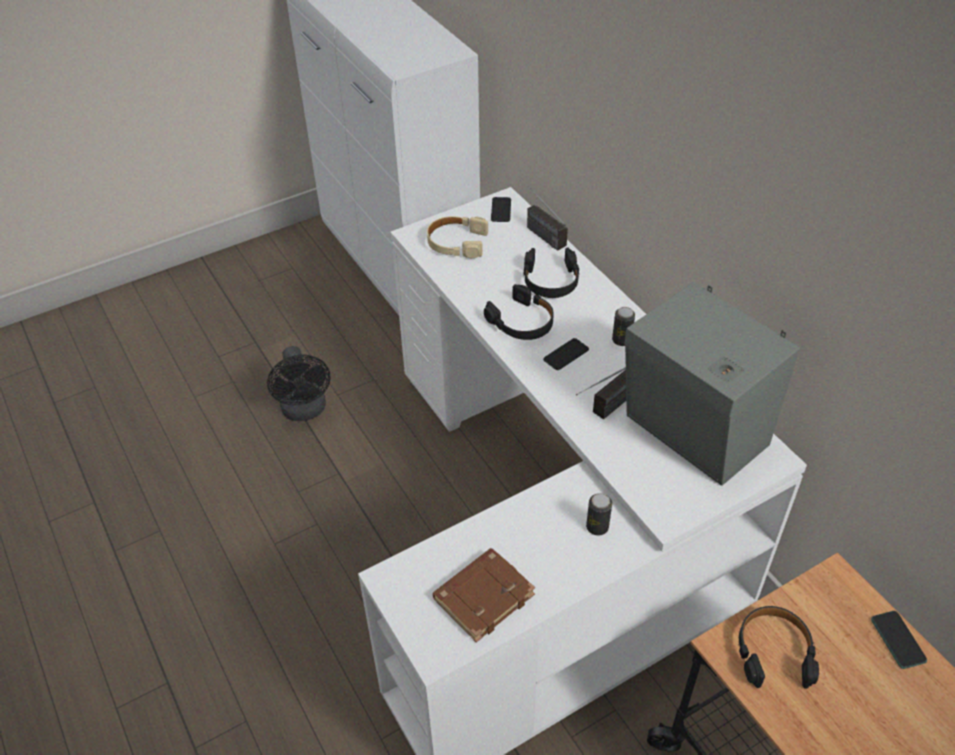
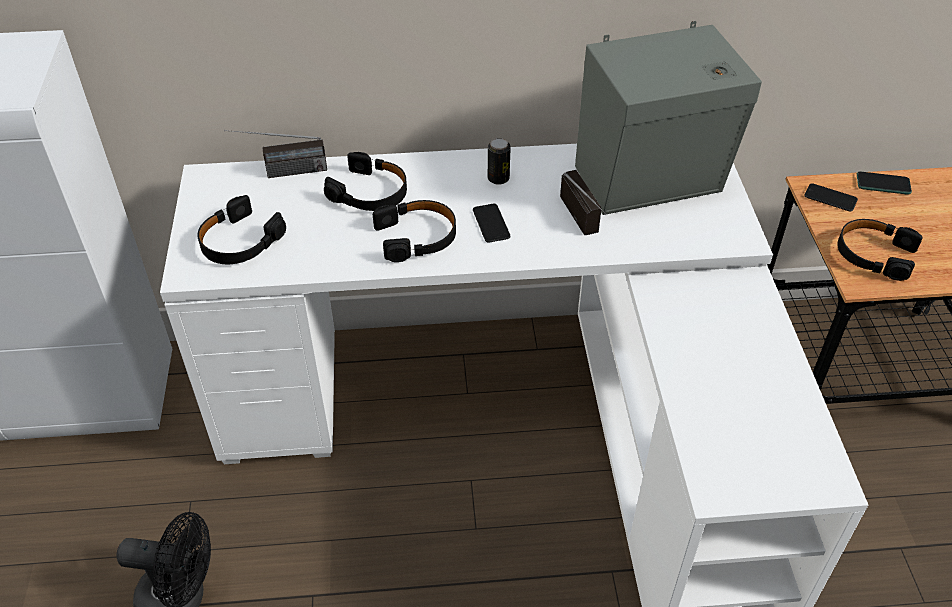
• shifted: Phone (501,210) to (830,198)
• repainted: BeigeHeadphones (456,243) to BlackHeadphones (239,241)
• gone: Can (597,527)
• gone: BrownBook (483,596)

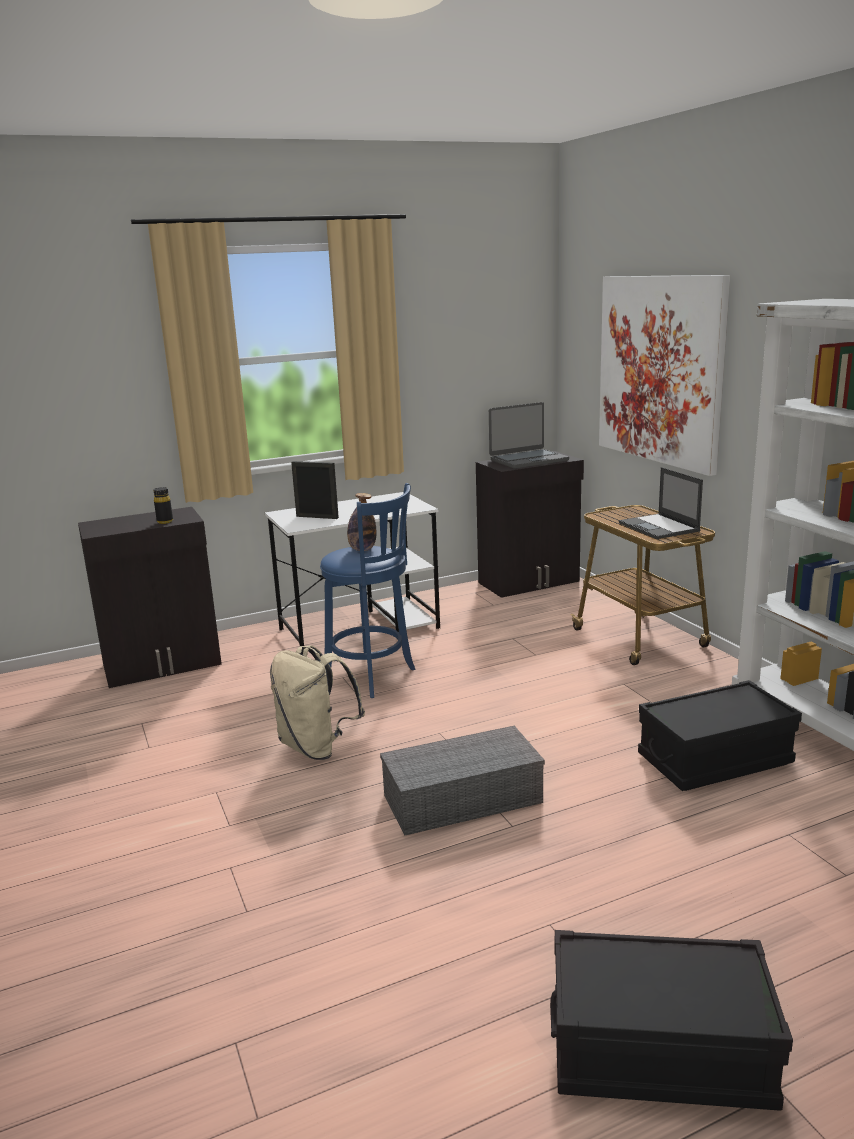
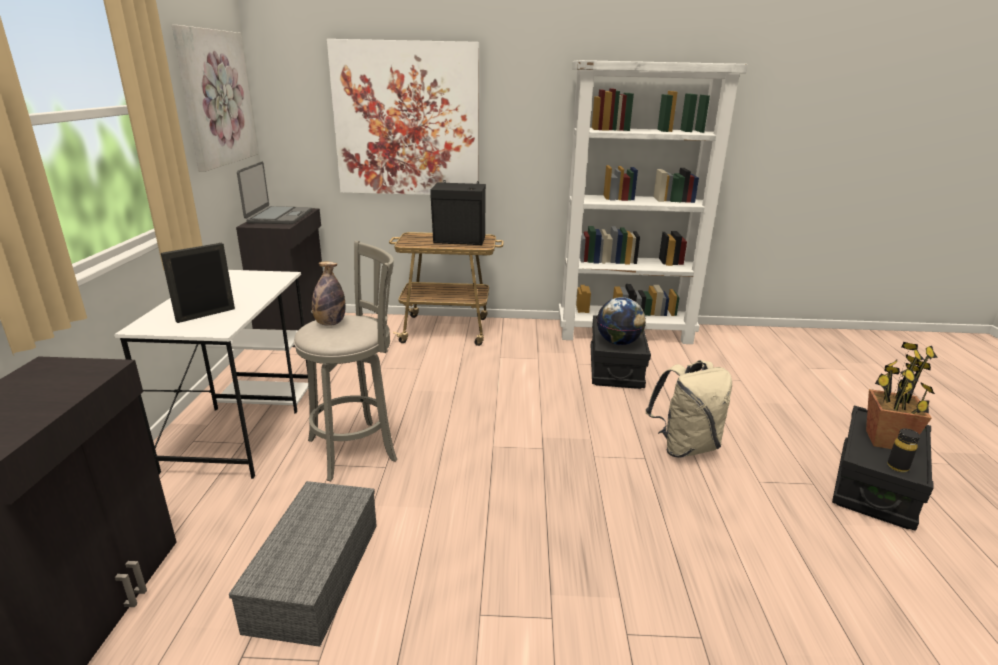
• swapped: Laptop (659,527) to BlackSpeaker (460,241)
• repainted: BlueStool (373,677) to GreyStool (357,448)
• shifted: BlackBottle (165,521) to (897,467)
• shifted: BeigeBackpack (317,747) to (685,446)
• shifted: GreyStorageBox (461,800) to (316,576)
• new: Picture (217,98)
• new: Globe (618,343)
• new: PottedPlant (886,441)

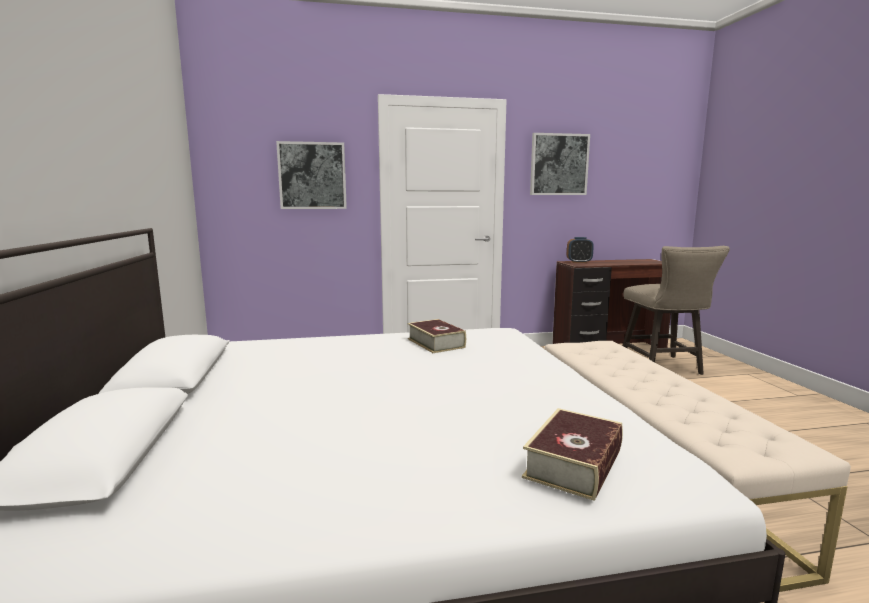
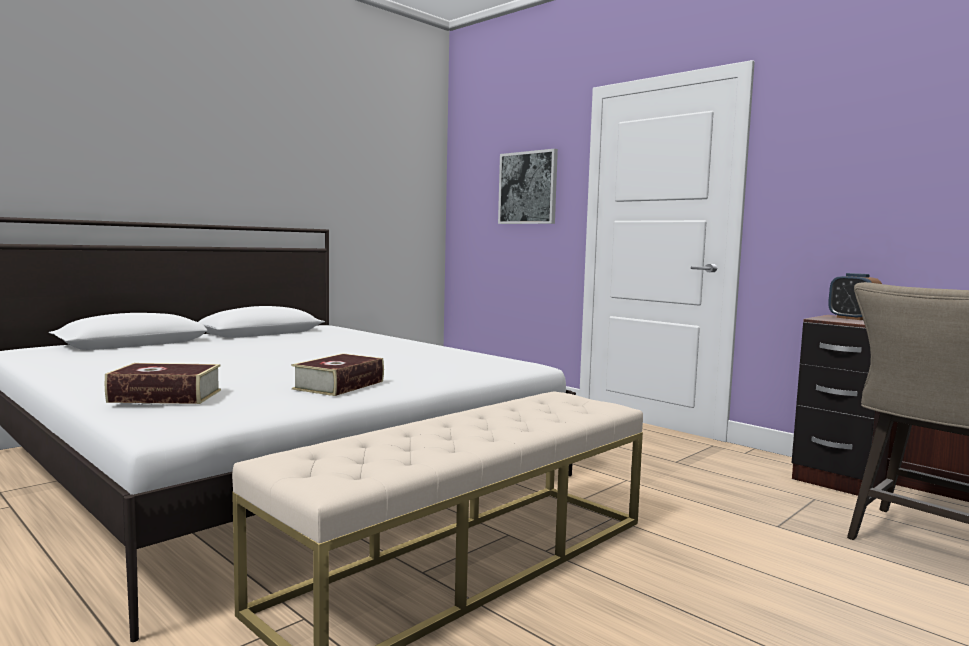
• gone: Picture (559,164)
• shifted: Book (436,343) to (339,385)

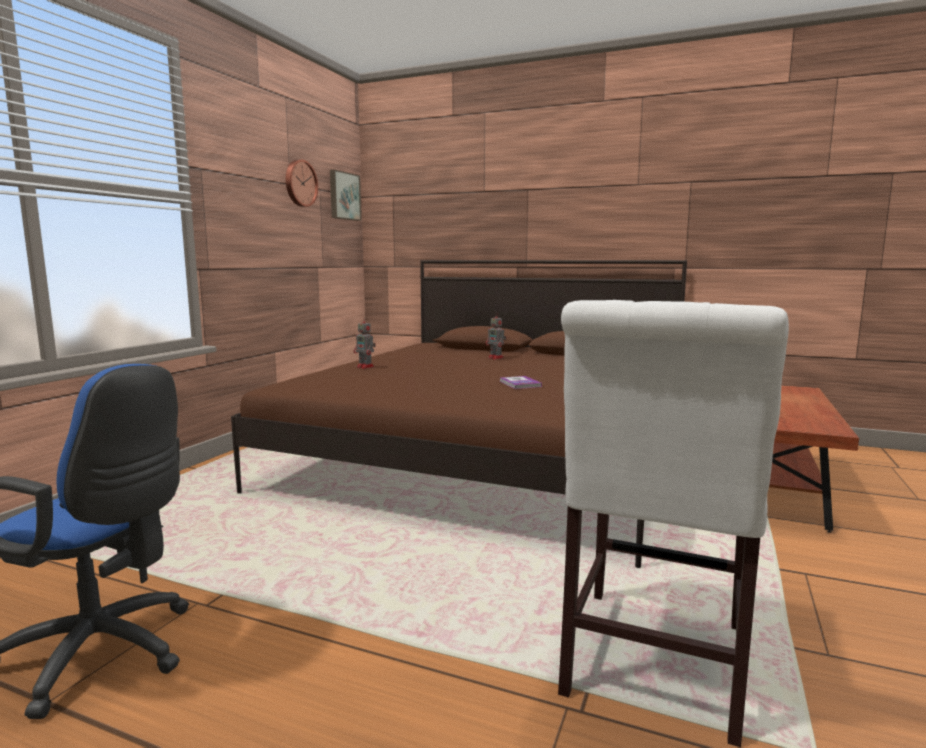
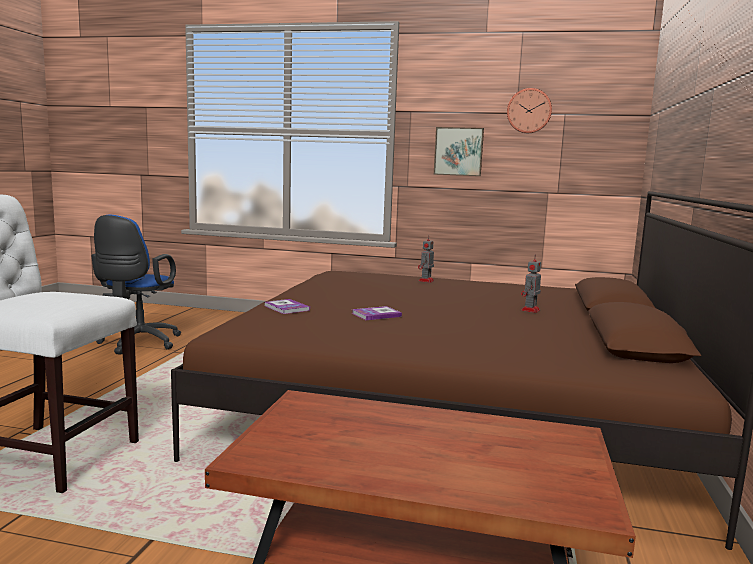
• shifted: Picture (343,196) to (458,151)
• new: Book (286,308)

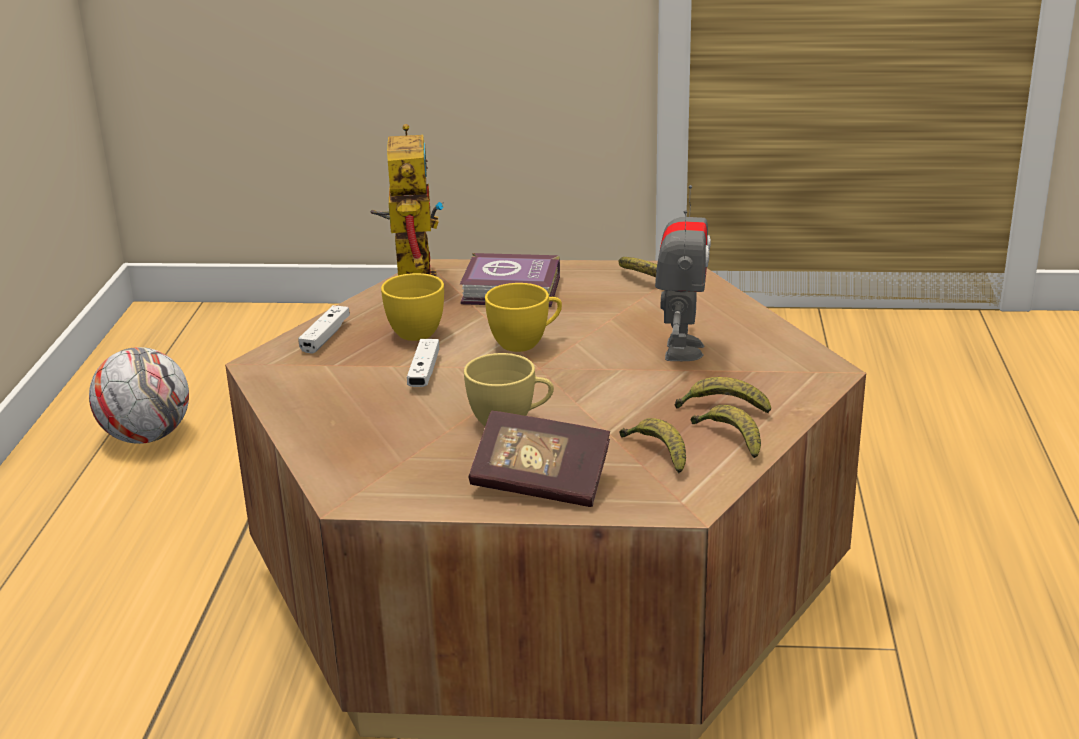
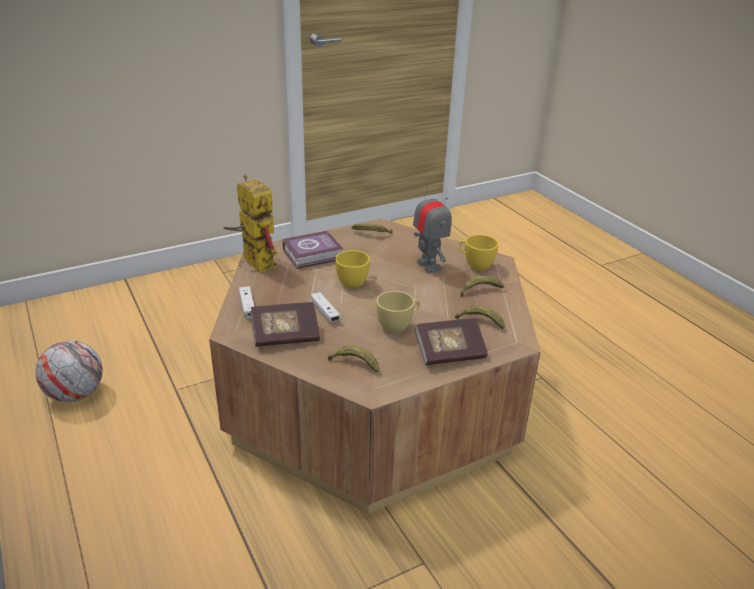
• shifted: YellowCup (413,330) to (475,265)
• shifted: Banana (730,439) to (355,364)
• new: Book (285,336)

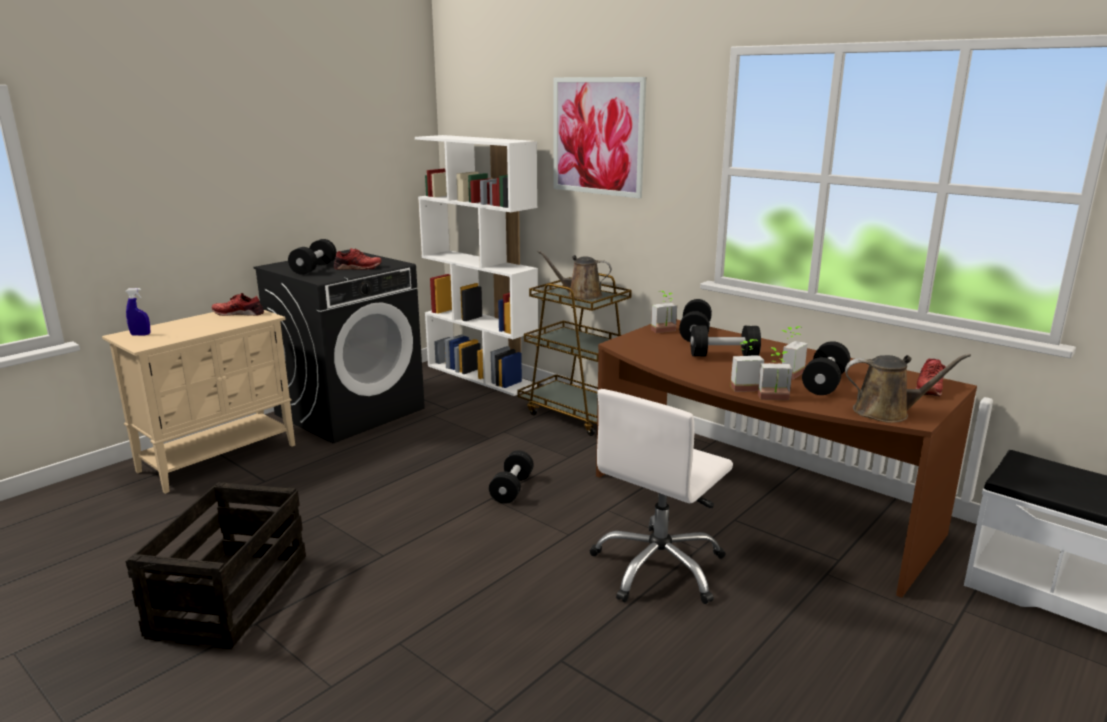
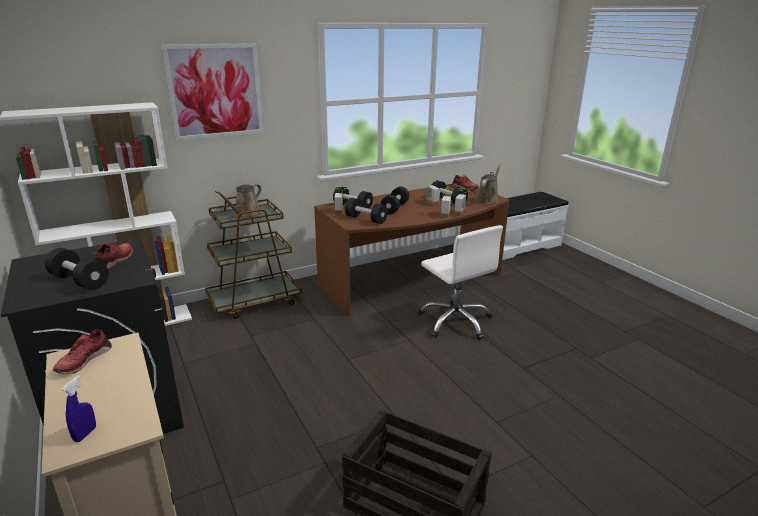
• shifted: BlackDumbbell (512,489) to (366,219)

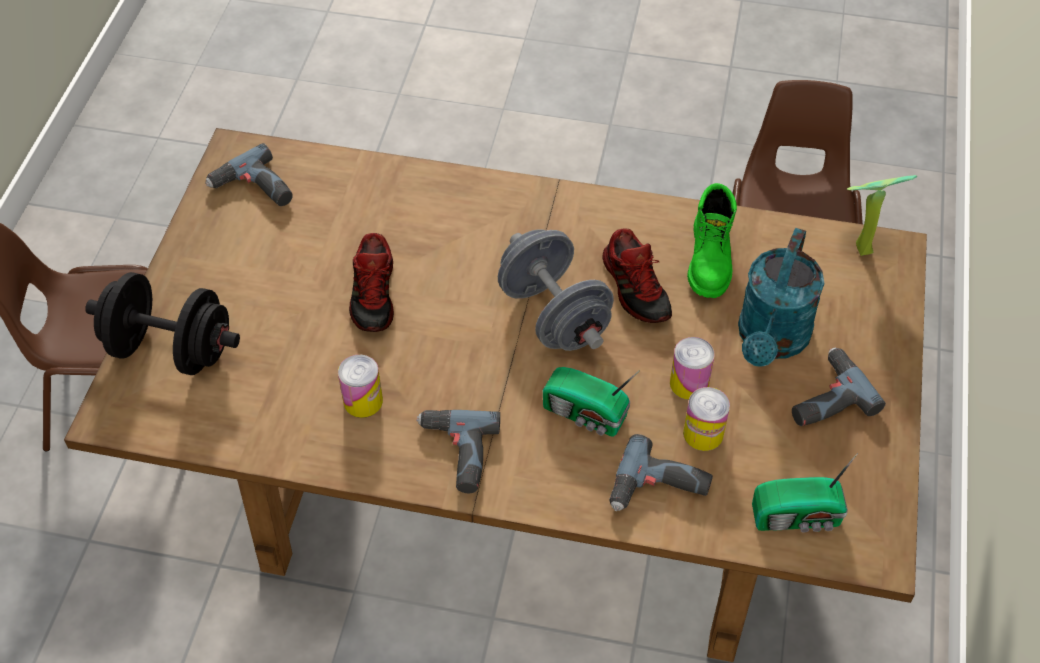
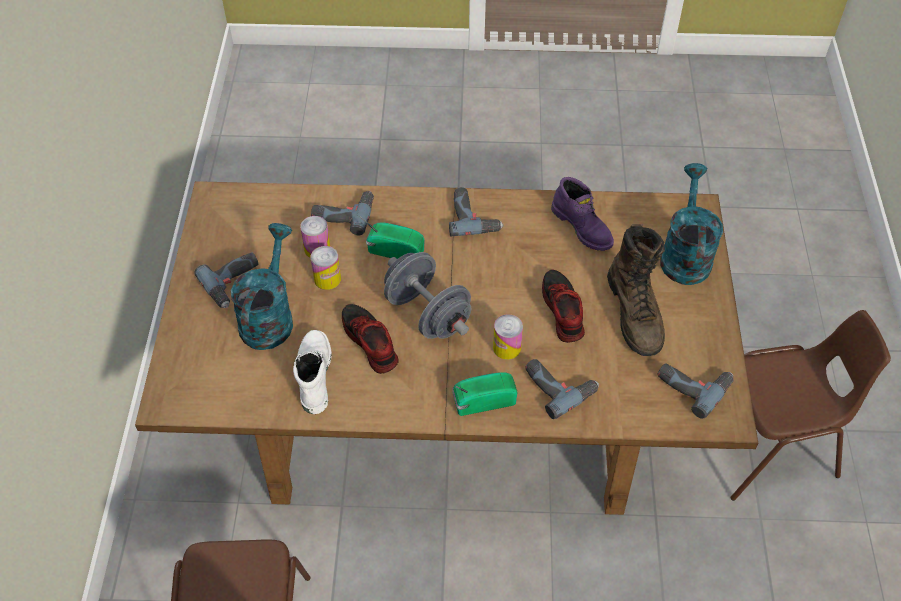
• gone: PottedPlant (858,248)
• repainted: GreenBoot (711,259) to WhiteBoot (313,375)
• swapped: BlackDumbbell (171,349) to TurquoiseWateringCan (685,254)
• shifted: Can (363,401) to (507,348)
• shifted: Radio (798,517) to (482,401)
• new: PurpleBoot (583,227)
• new: BrownBoot (635,313)
• new: PowerDrill (558,385)

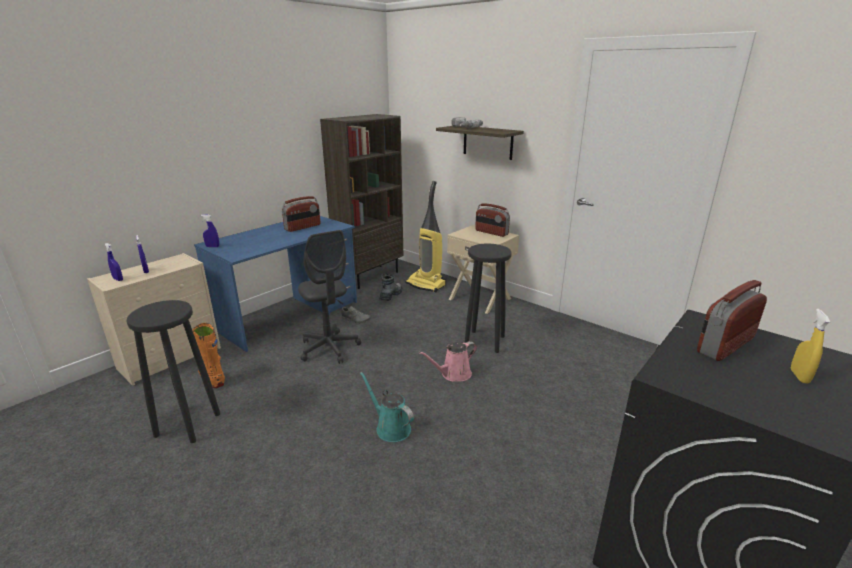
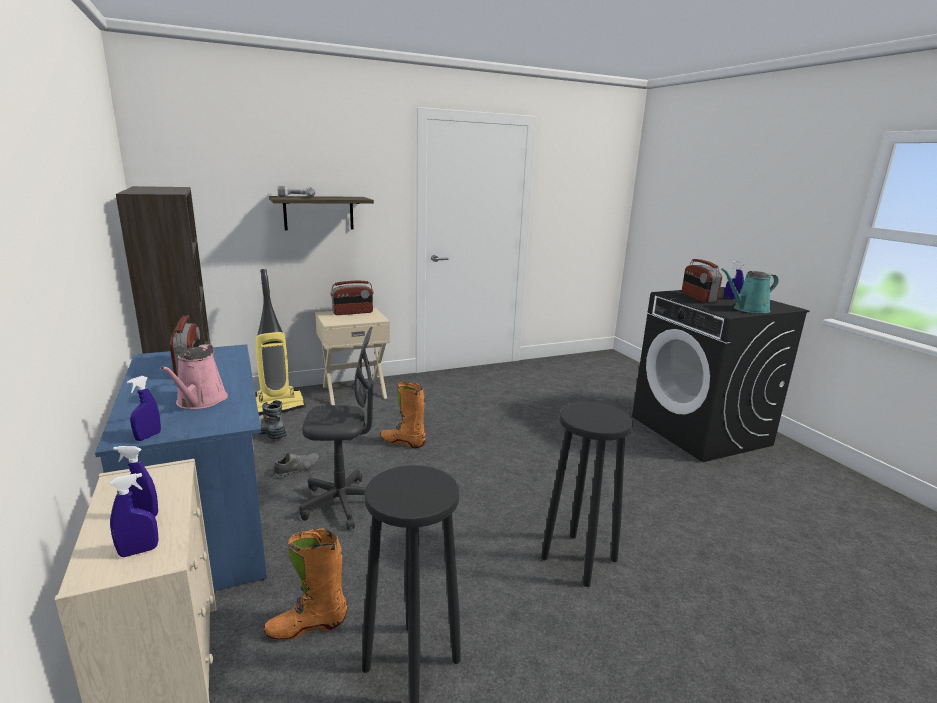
• shifted: BlackStool (484,341) to (578,559)
• repainted: YellowSprayBottle (799,376) to BlueSprayBottle (732,298)
• shifted: PinkWateringCan (453,374) to (200,401)
• shifted: TurquoiseWateringCan (390,428) to (748,309)
• new: OrangeBoot (403,442)

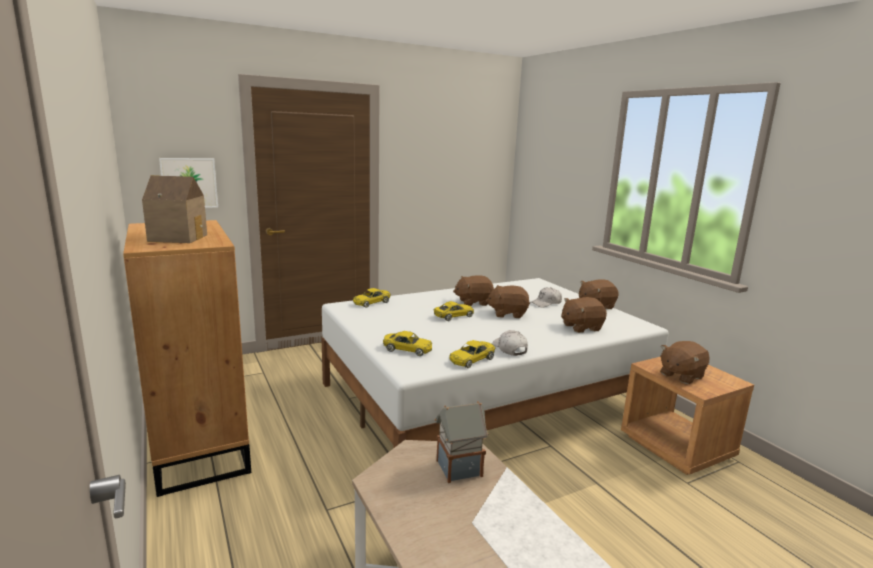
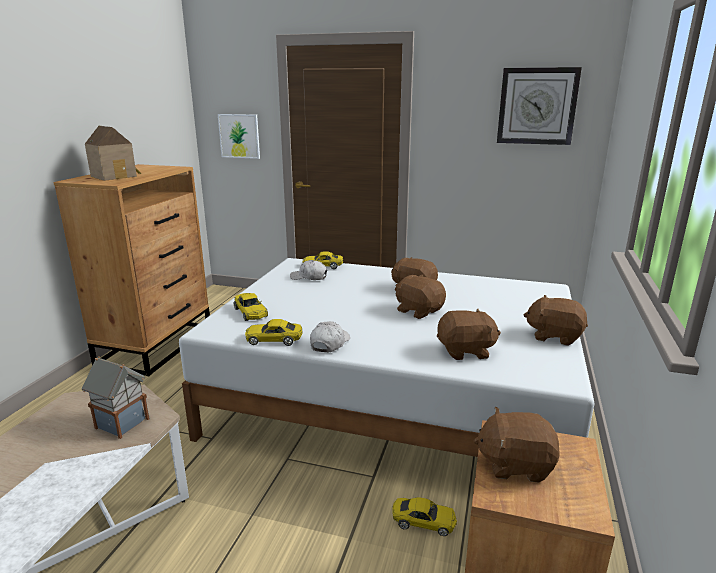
• shifted: WhiteCap (546,303) to (309,277)
• rotated: BrownPlushToy (581,327) = (465,351) 150 degrees clockwise
• shifted: YellowToyCar (453,316) to (423,521)
• new: WallClock (537,106)

